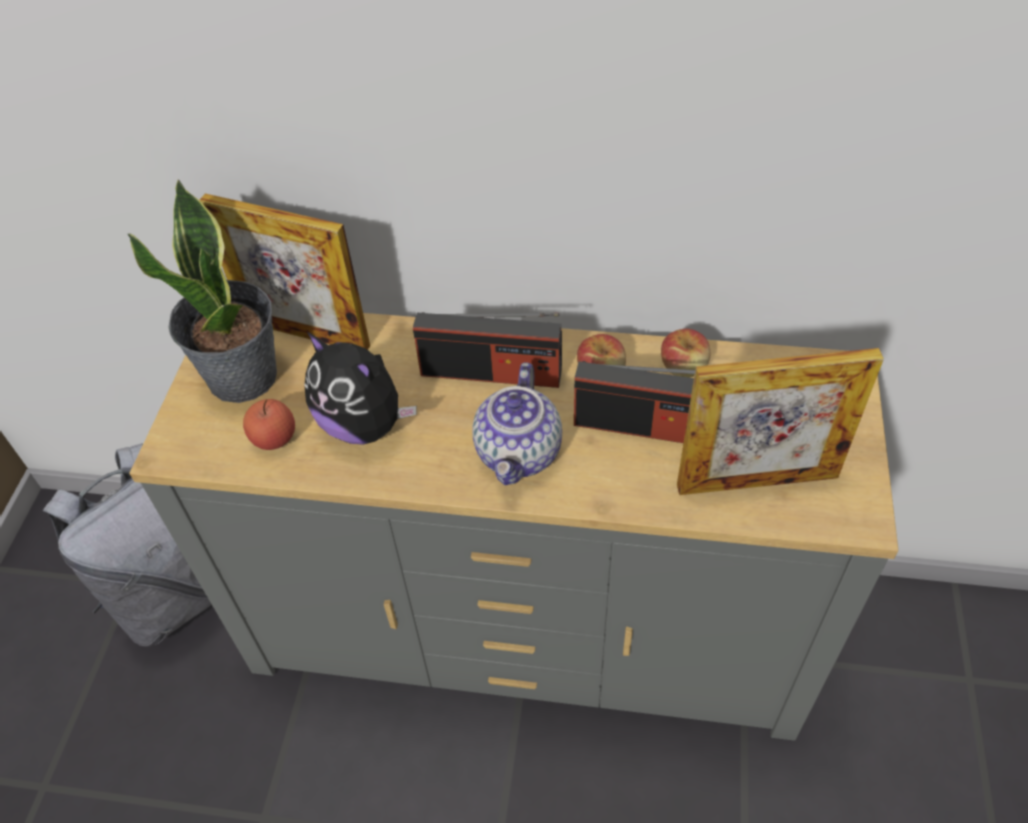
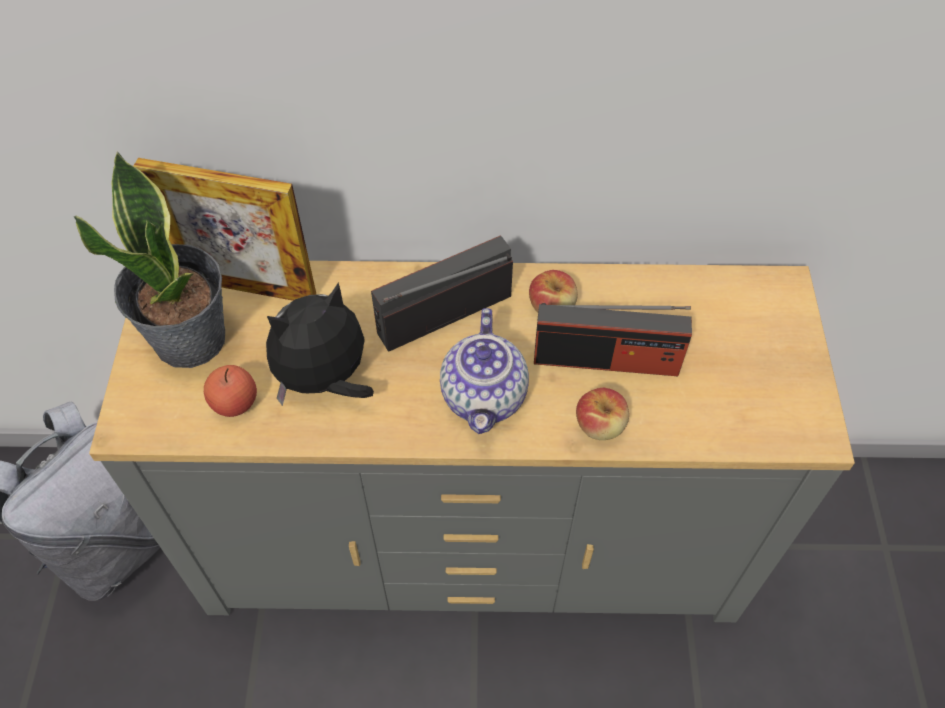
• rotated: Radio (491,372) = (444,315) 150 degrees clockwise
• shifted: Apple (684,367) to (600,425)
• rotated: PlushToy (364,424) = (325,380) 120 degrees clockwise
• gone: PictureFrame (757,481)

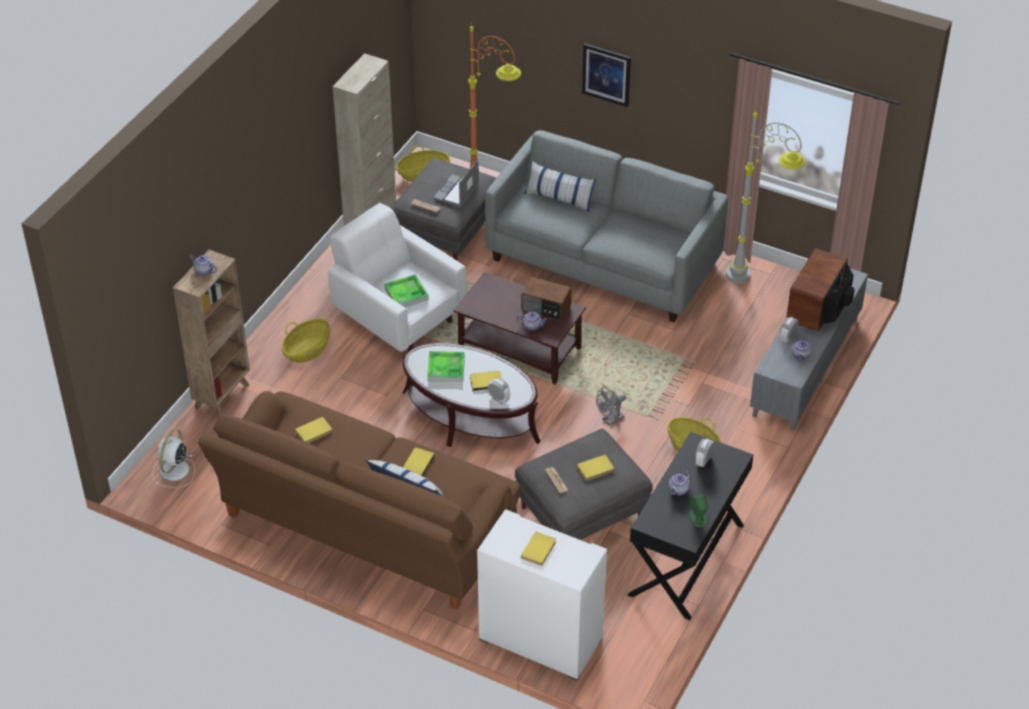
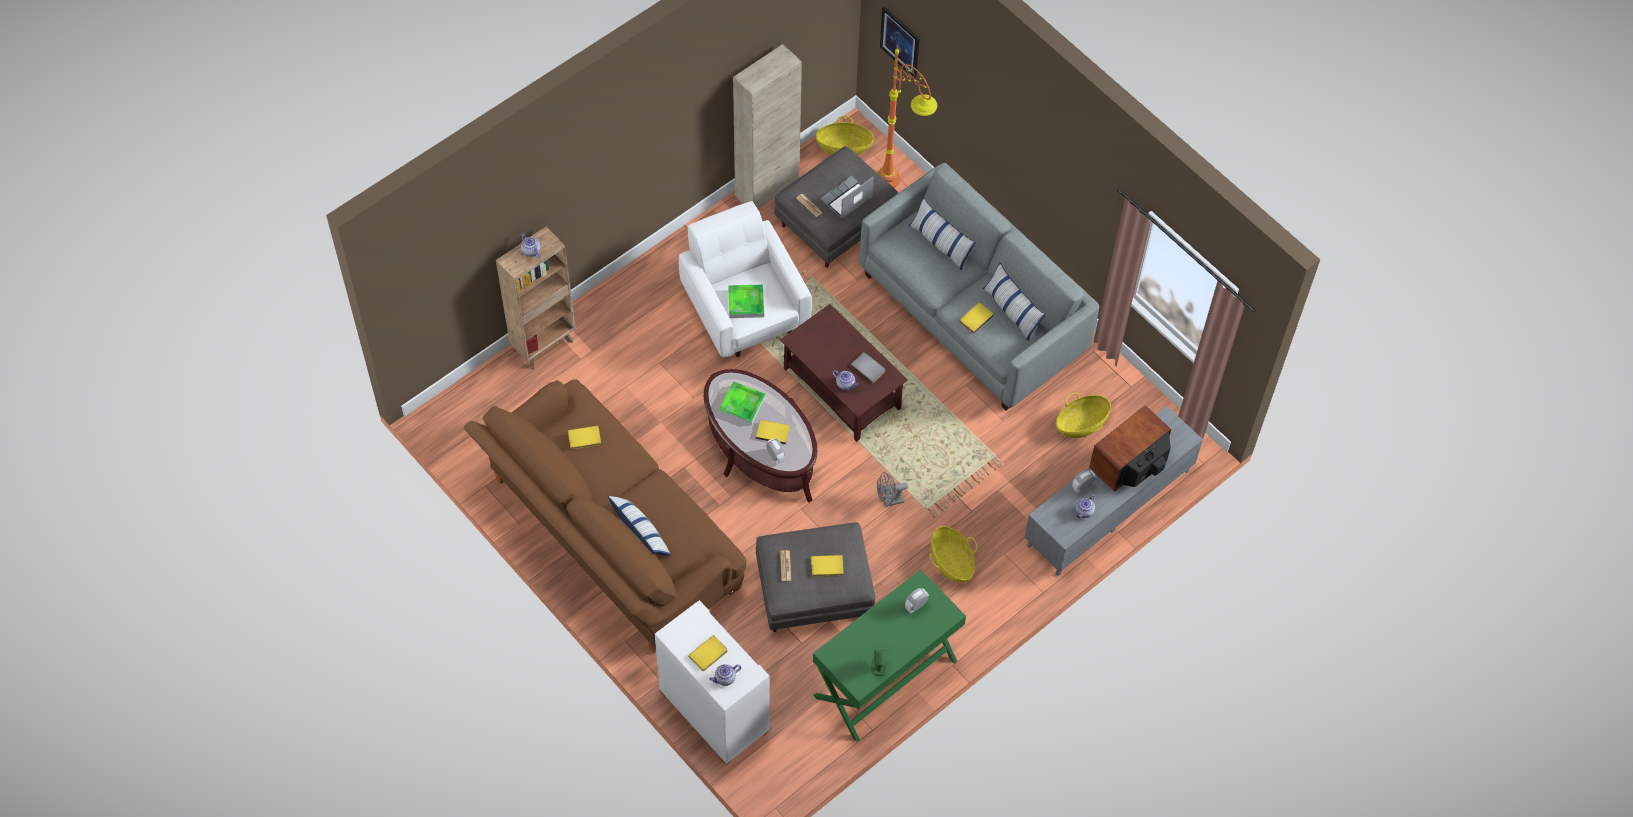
• shifted: Picture (606,74) to (900,41)
• gone: GreyFloorLamp (757,282)
• swapped: Radio (546,308) to GreyBook (868,368)
• shifted: Basket (307,350) to (1081,424)
• gone: WhiteFan (174,471)
• repainted: BlackConsoleTable (687,560) to GreenConsoleTable (885,678)
• shifted: YellowBook (417,463) to (975,318)
• shifted: Teapot (678,490) to (725,678)
• new: Pillow (1011,310)

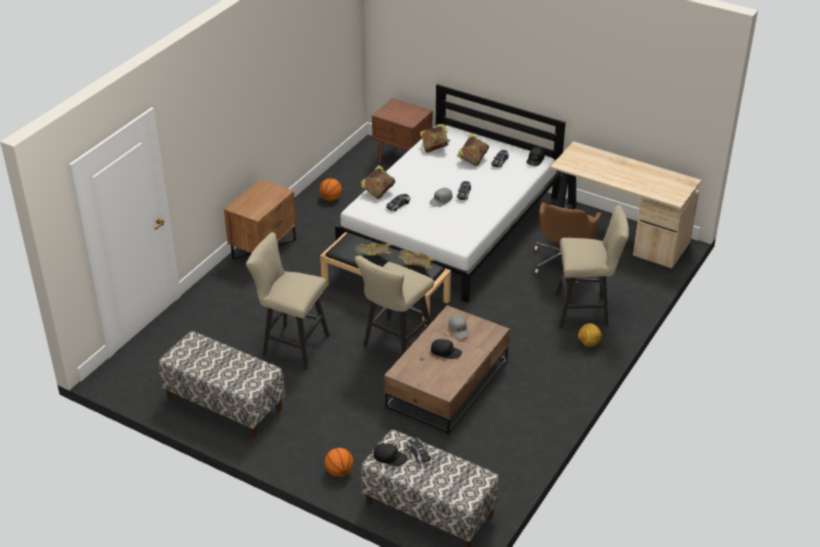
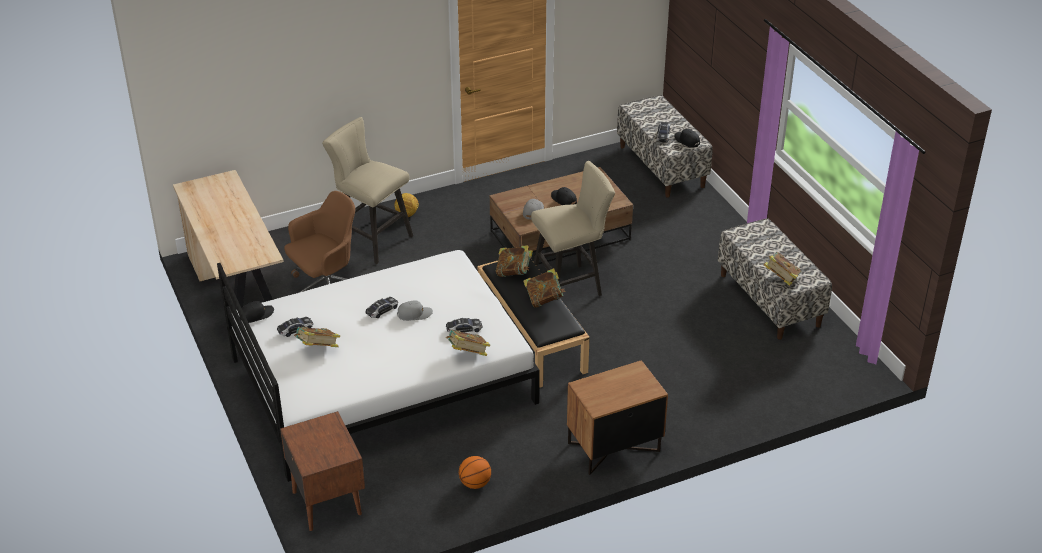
• shifted: Book (435,148) to (781,279)
• gone: BeigeStool (291,345)
• gone: Basketball (339,472)

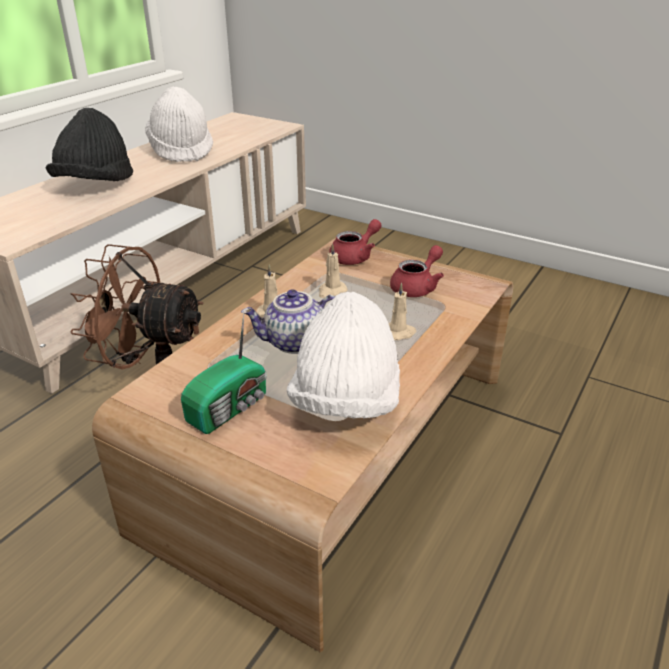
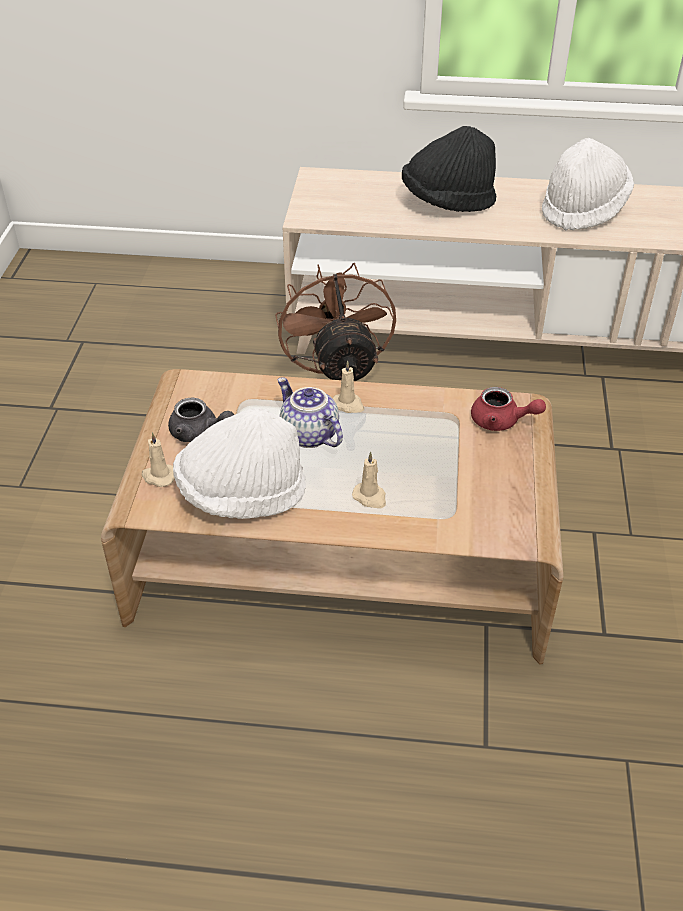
• shifted: BeigeCandle (331,291) to (158,476)
• gone: RedTeapot (417,287)
• swapped: Radio (230,408) to GreyTeapot (199,433)

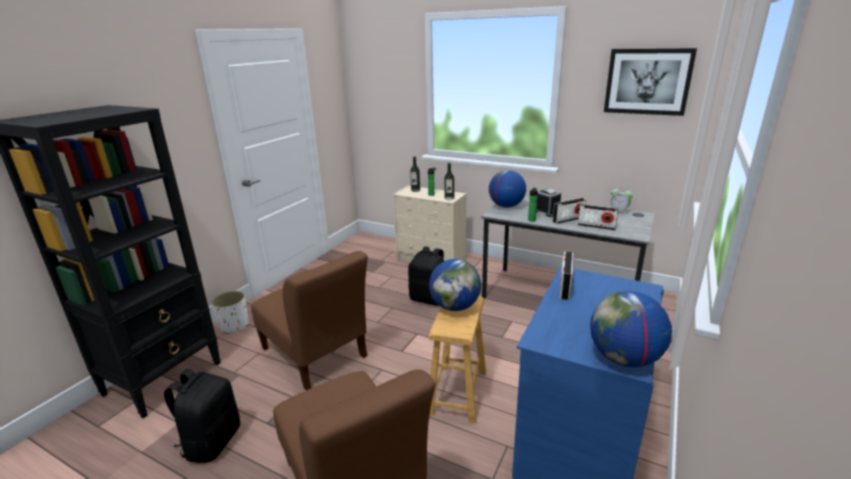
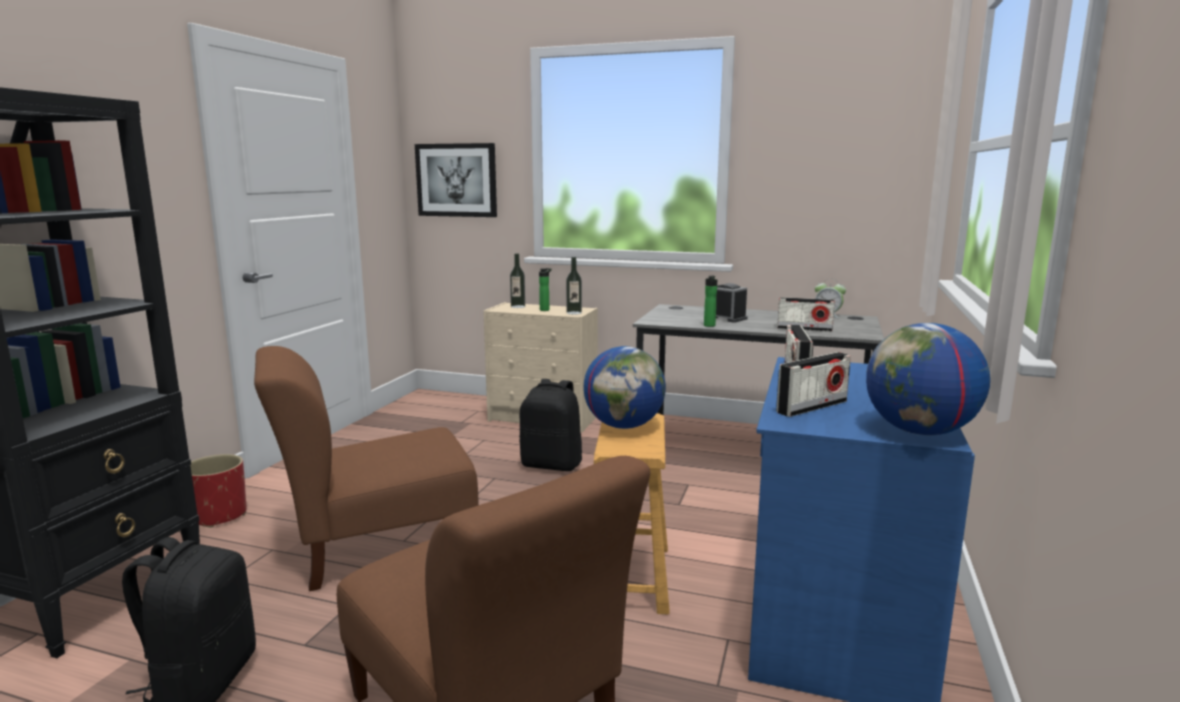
• shifted: Picture (647,81) to (456,180)
• gone: Globe (506,206)
• shifted: Radio (568,219) to (812,407)
• rotated: BrownChair (316,355) = (376,546) 120 degrees clockwise
• repainted: WhitePlanter (234,326) to RedPlanter (219,516)

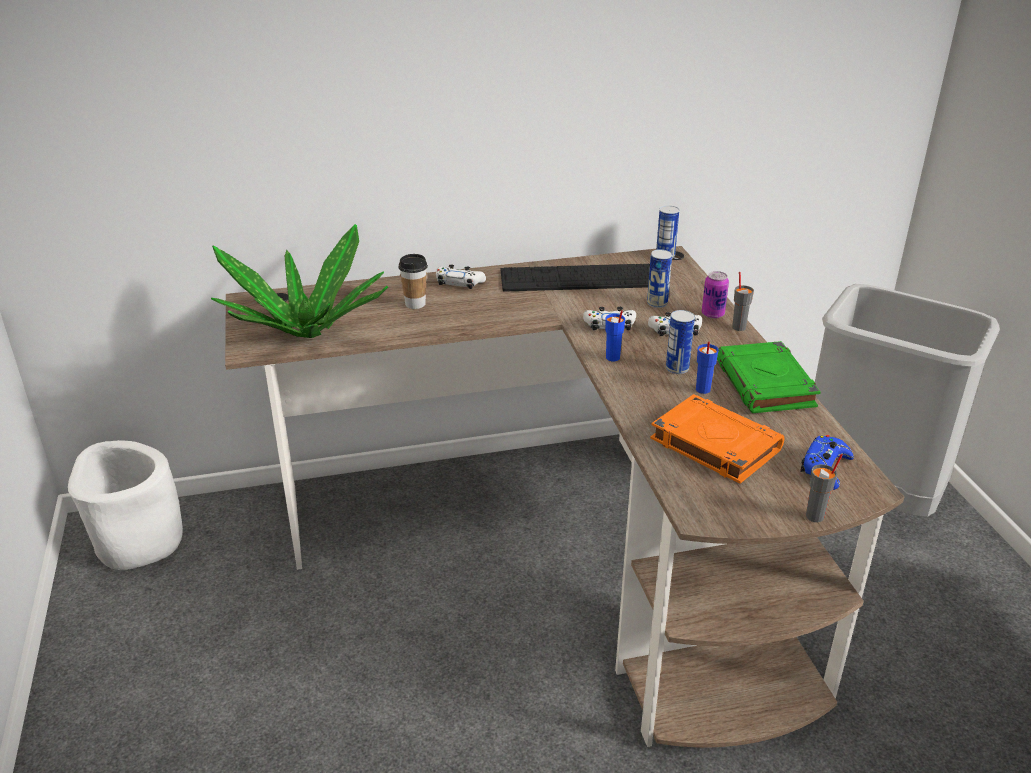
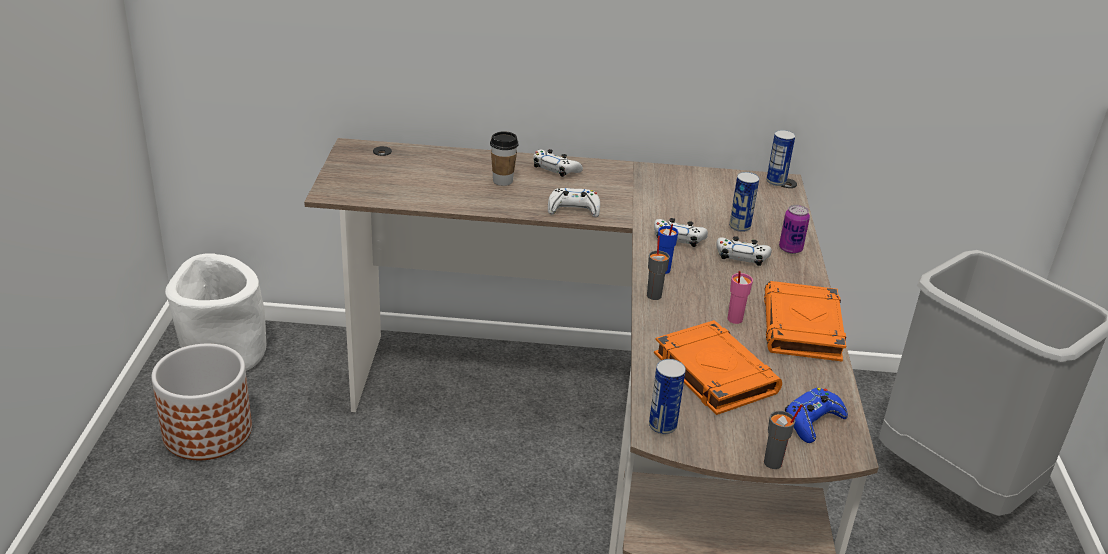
• gone: PottedPlant (306,331)
• gone: Keyboard (582,278)
• shifted: GreyCup (739,327) to (654,295)
• shifted: Can (677,368) to (662,426)
• repainted: BlueCup (702,390) to PinkCup (734,319)
• repainted: GreenBook (765,384) to OrangeBook (802,328)
• new: WhiteGameController (573,209)
• new: Planter (207,433)

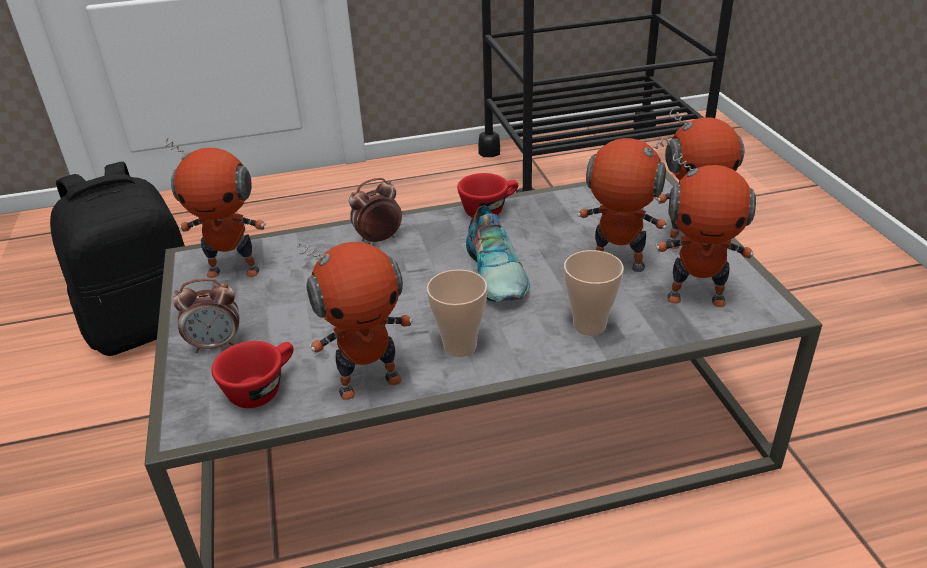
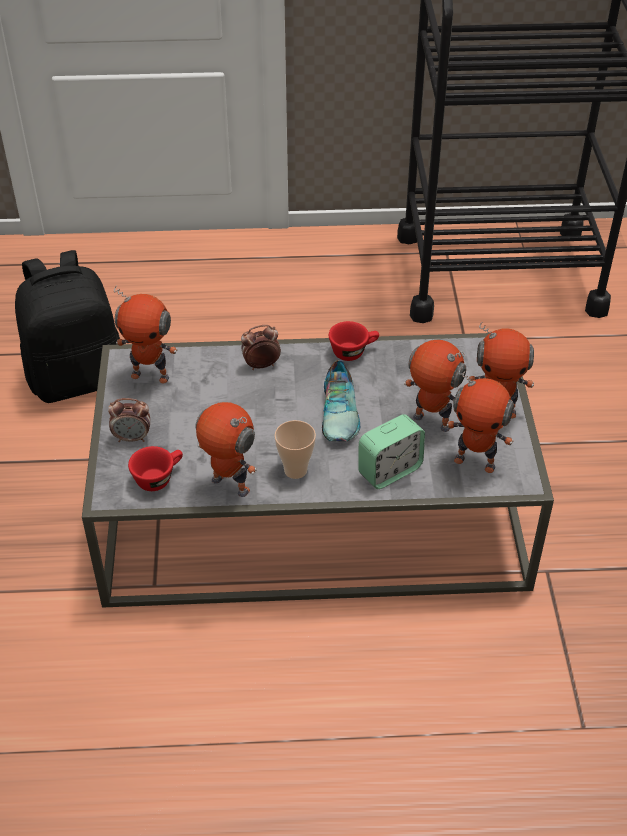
• rotated: ToyRobot (369,382) = (228,486) 135 degrees counterclockwise
• swapped: Cup (589,326) to AlarmClock (389,470)

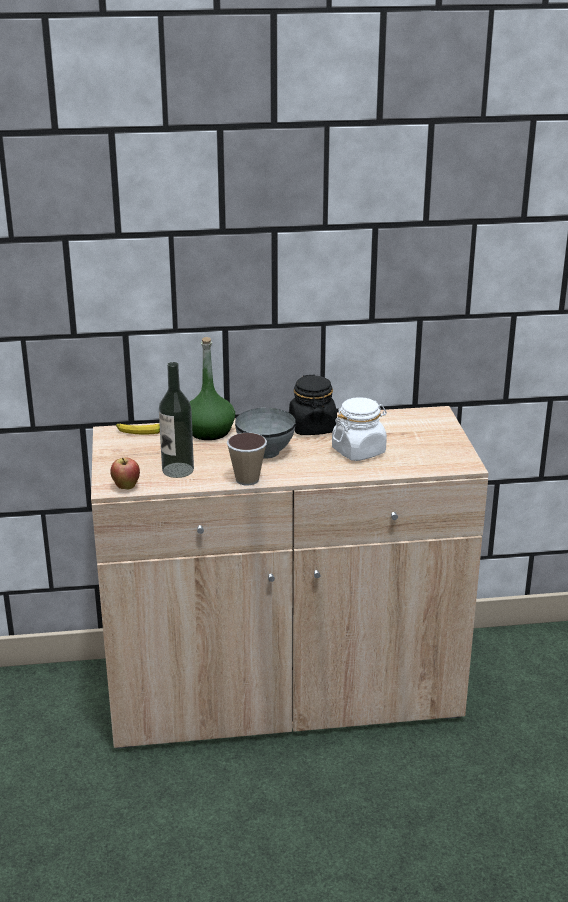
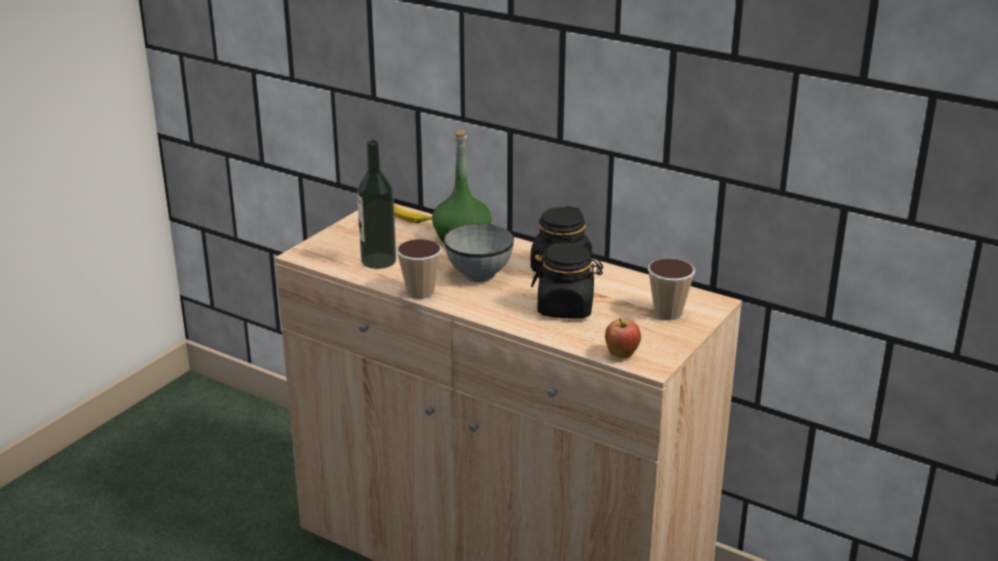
• repainted: WhiteJar (359,451) to BlackJar (566,308)
• shifted: Apple (126,487) to (621,355)
• new: Cup (668,313)

